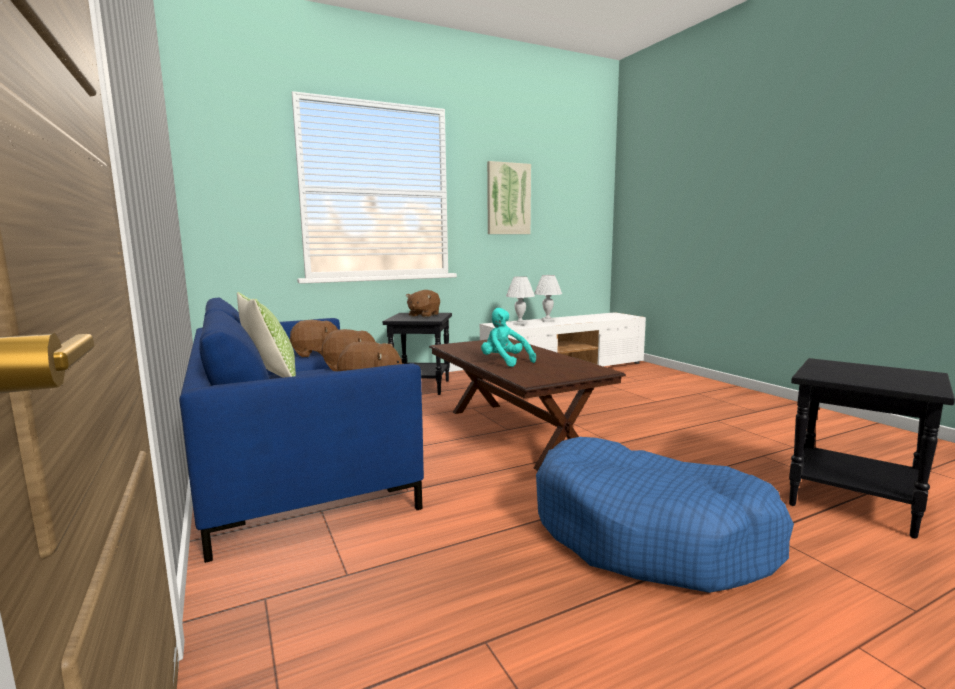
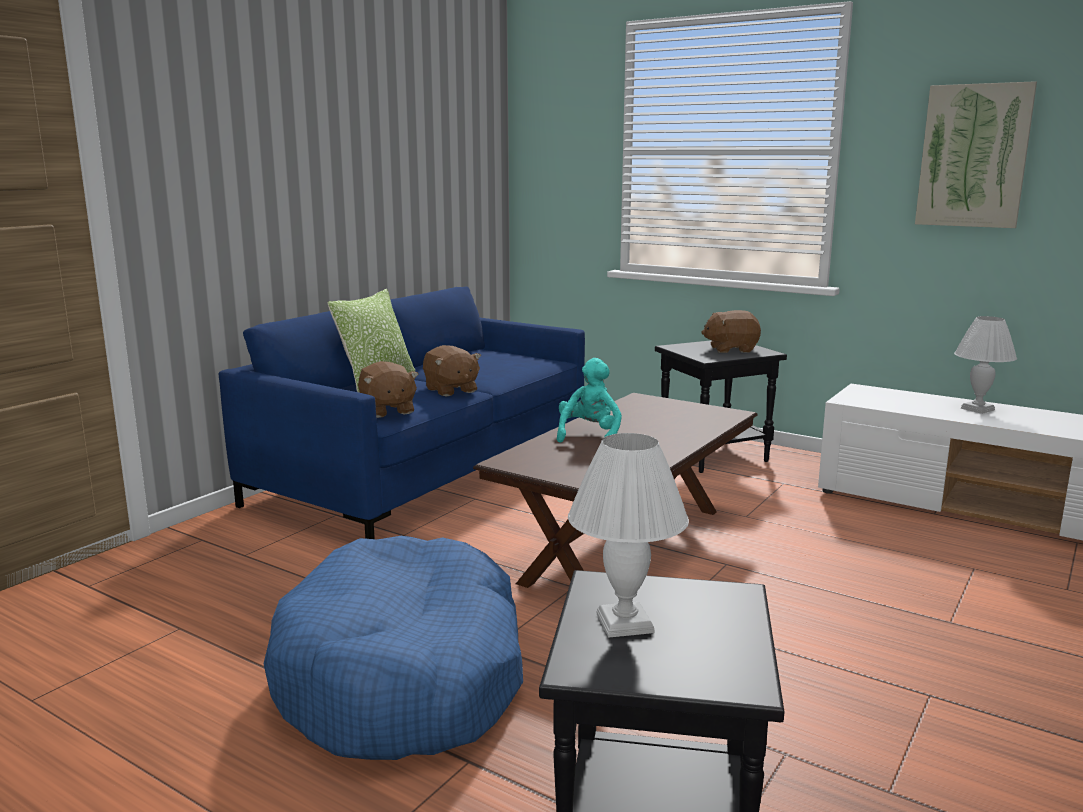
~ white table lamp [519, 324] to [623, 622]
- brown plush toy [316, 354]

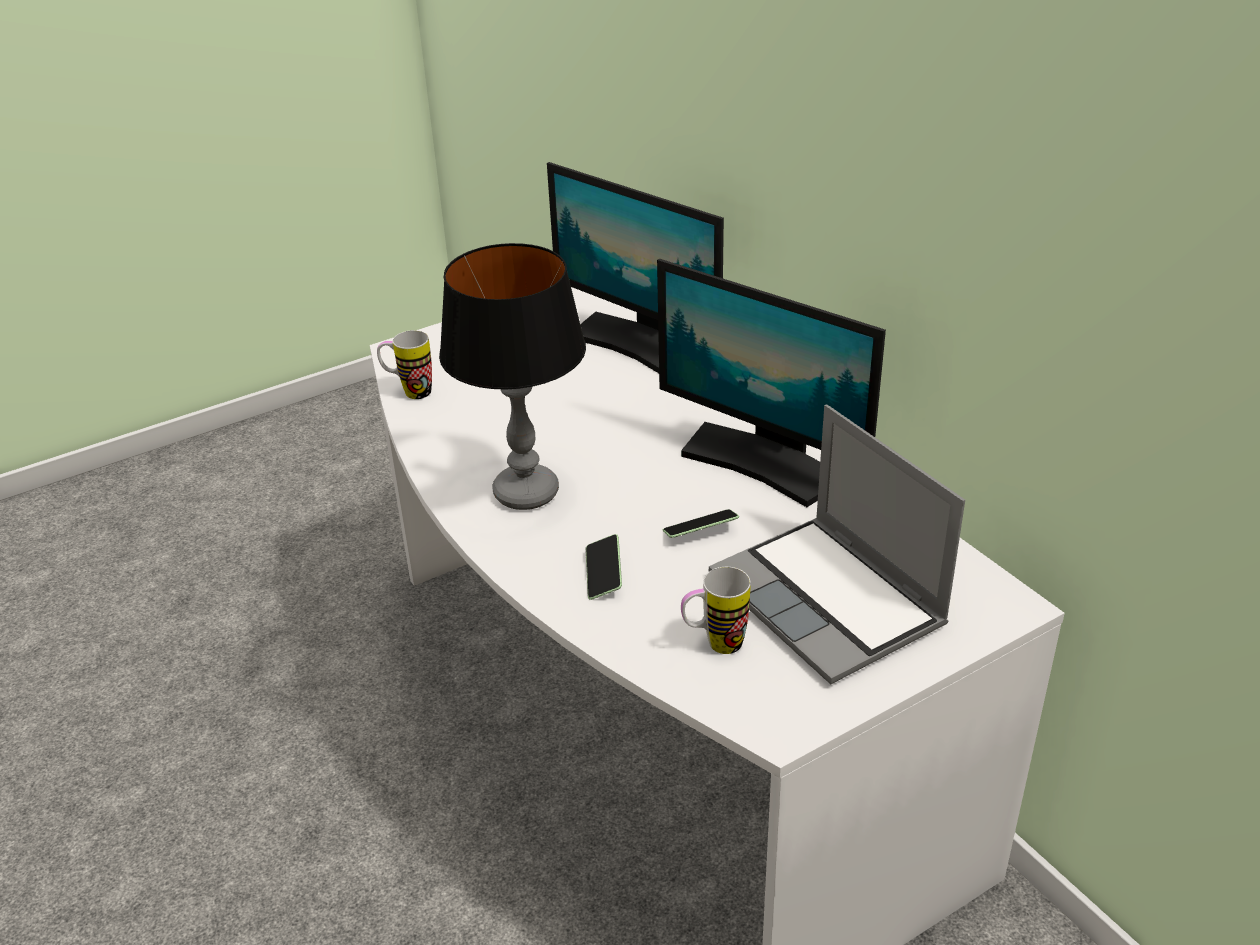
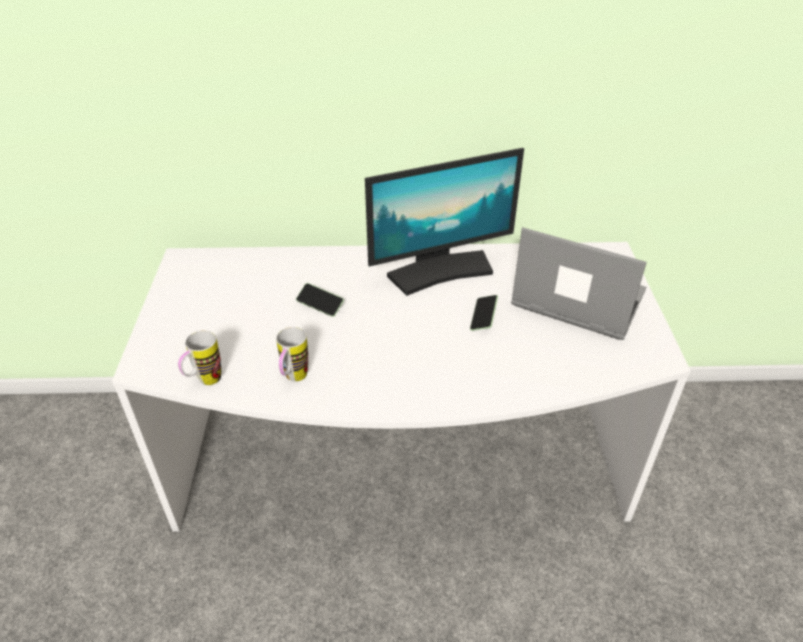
- monitor [639, 345]
- table lamp [526, 492]
~ laptop [830, 602] = [575, 300] 150 degrees counterclockwise
~ phone [603, 575] to [320, 305]
~ mug [714, 645] to [293, 379]

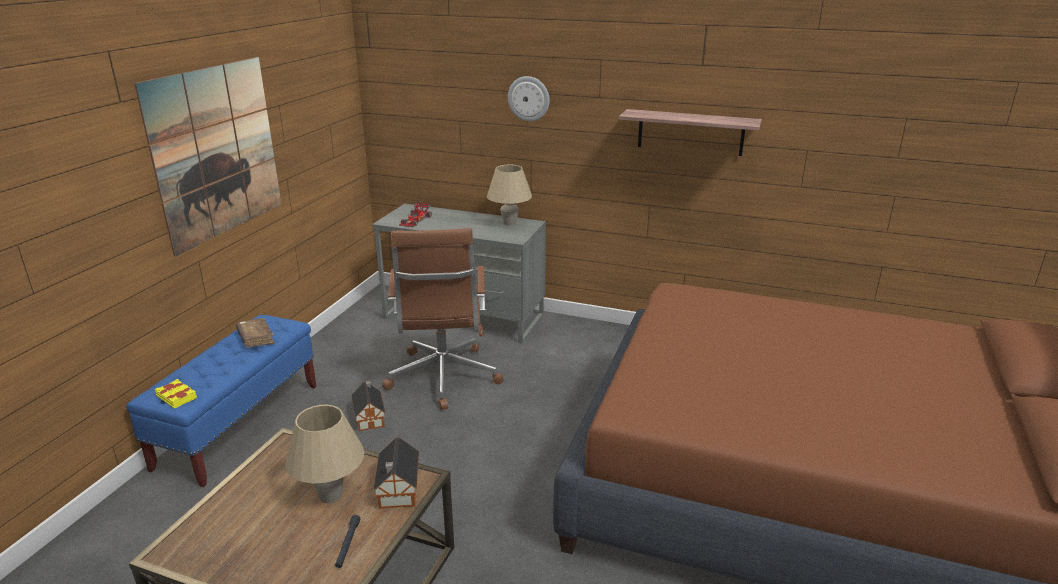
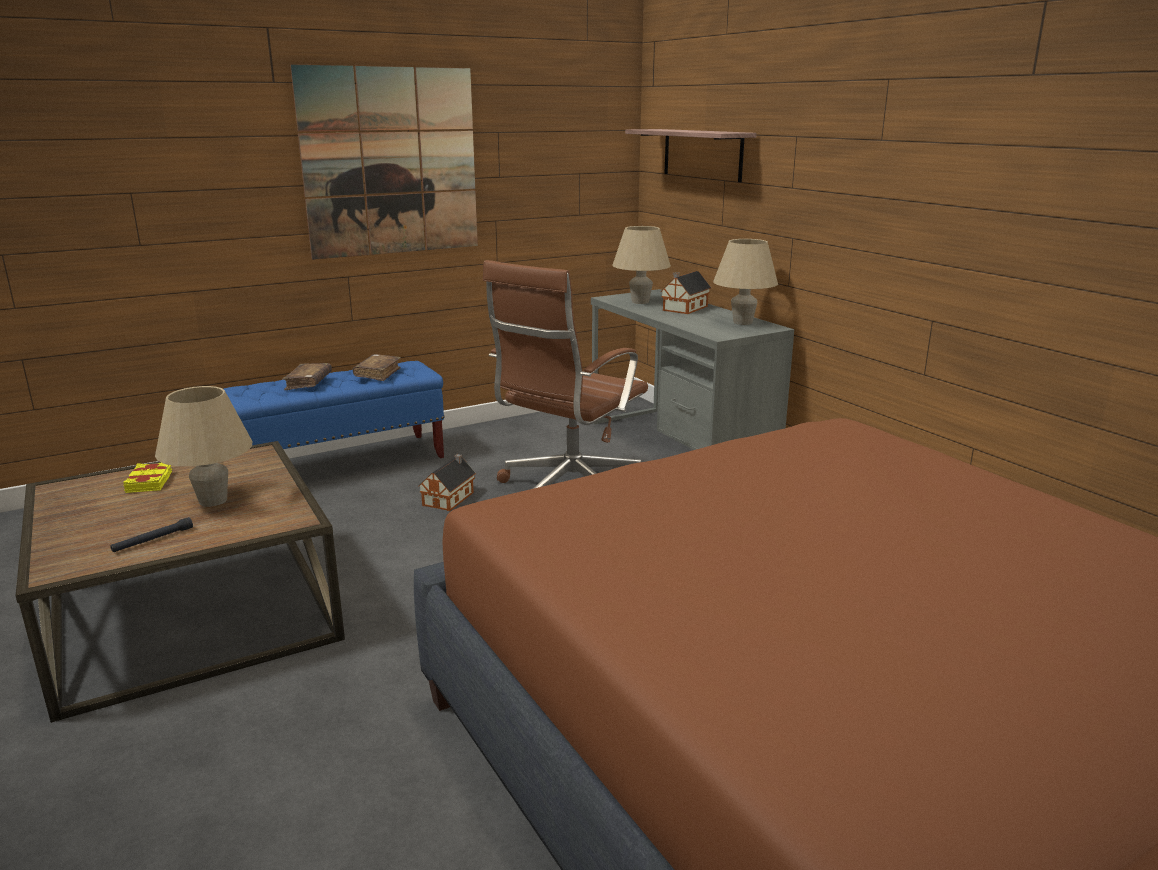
- wall clock [529, 98]
~ shelf [690, 132] to [702, 154]
~ toy car [415, 220] to beige table lamp [640, 302]
~ yellow book [177, 397] to [150, 482]
~ toy house [398, 490] to [683, 308]
+ brown book [308, 383]

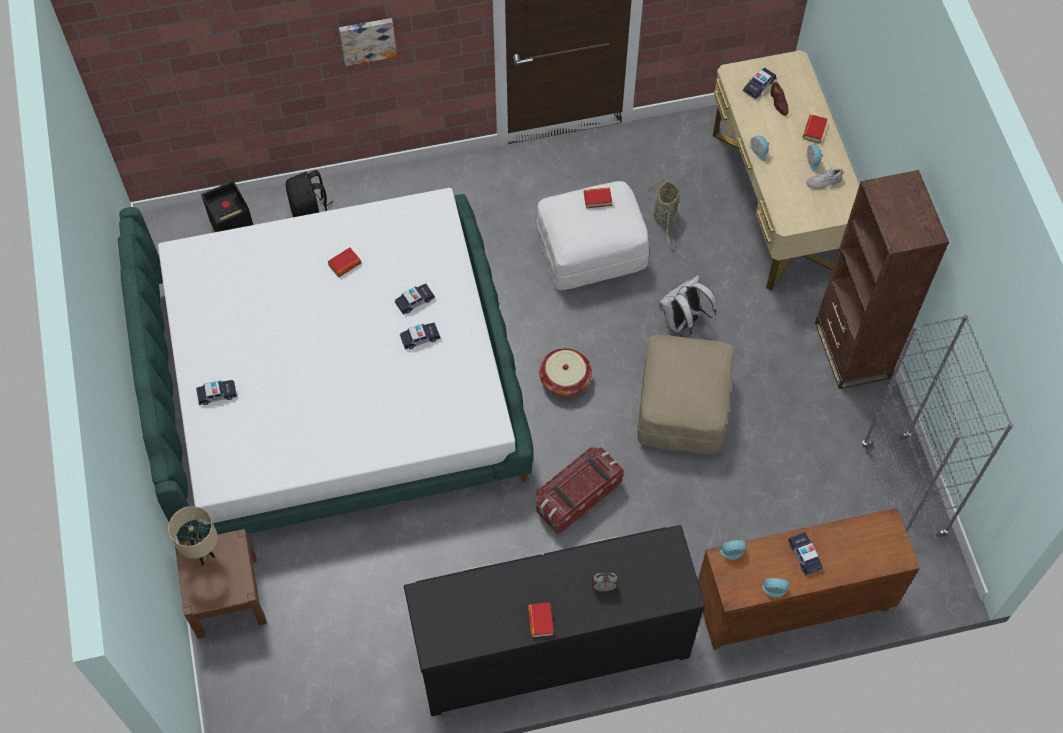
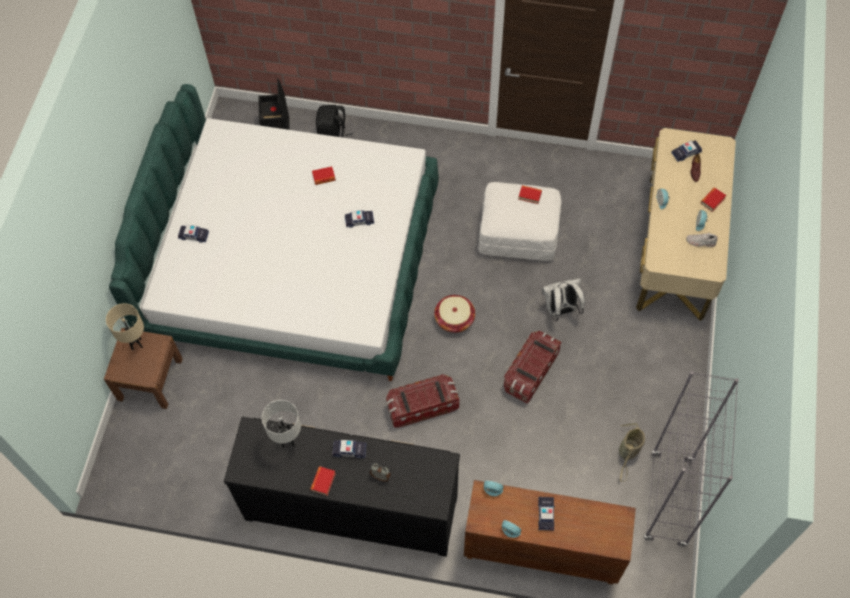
- picture [367, 39]
- brown bookcase [852, 350]
~ basket [664, 217] to [628, 452]
~ toy car [420, 338] to [349, 450]
~ beige ottoman [683, 408] to storage box [530, 372]
+ white table lamp [287, 441]

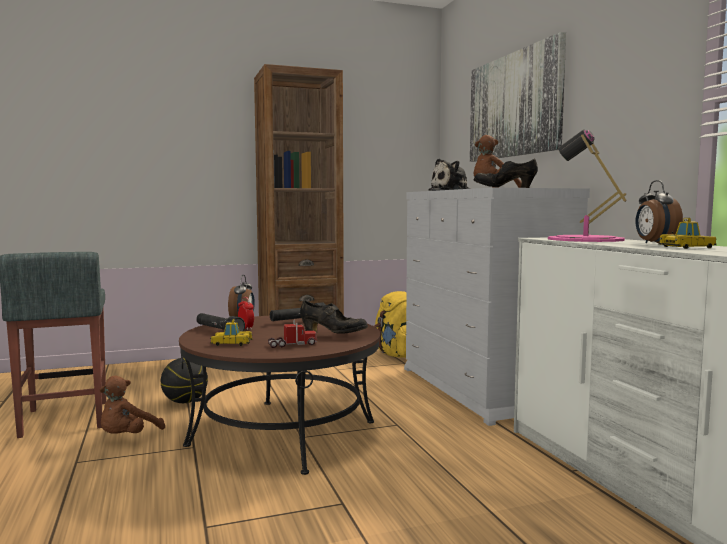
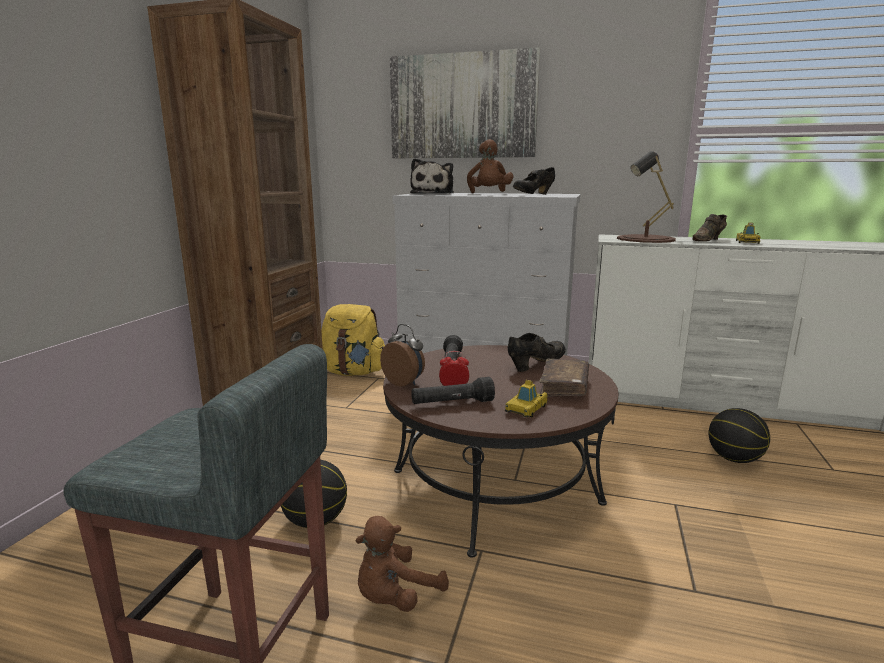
~ pink table lamp [585, 239] to brown table lamp [645, 239]
~ alarm clock [654, 244] to brown shoe [709, 240]
~ toy truck [292, 345] to brown book [564, 387]
~ brown plush toy [127, 437] = [395, 597] 75 degrees clockwise
+ basketball [734, 459]

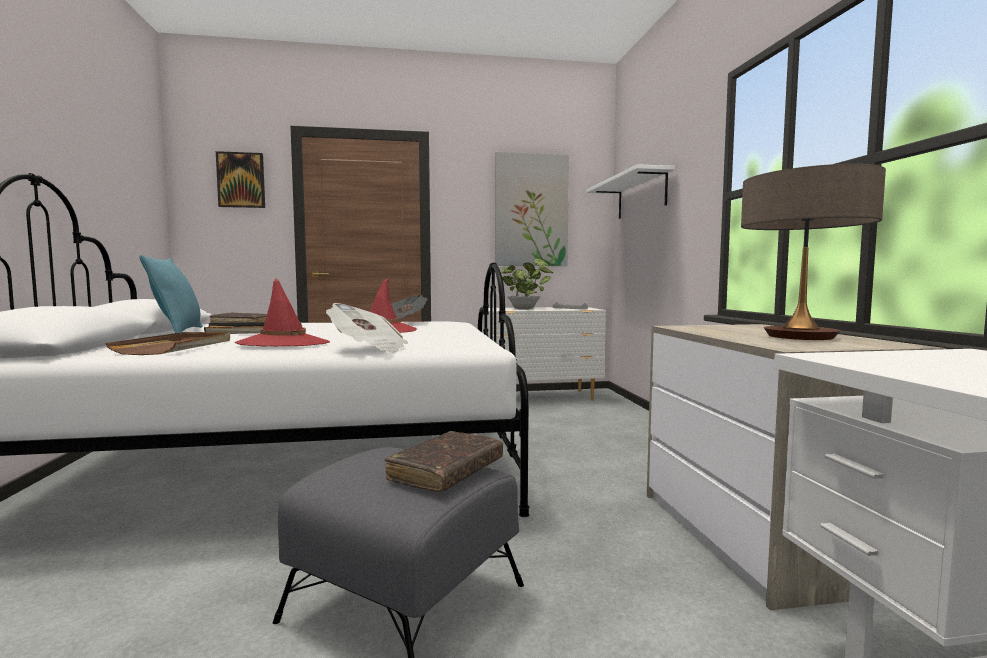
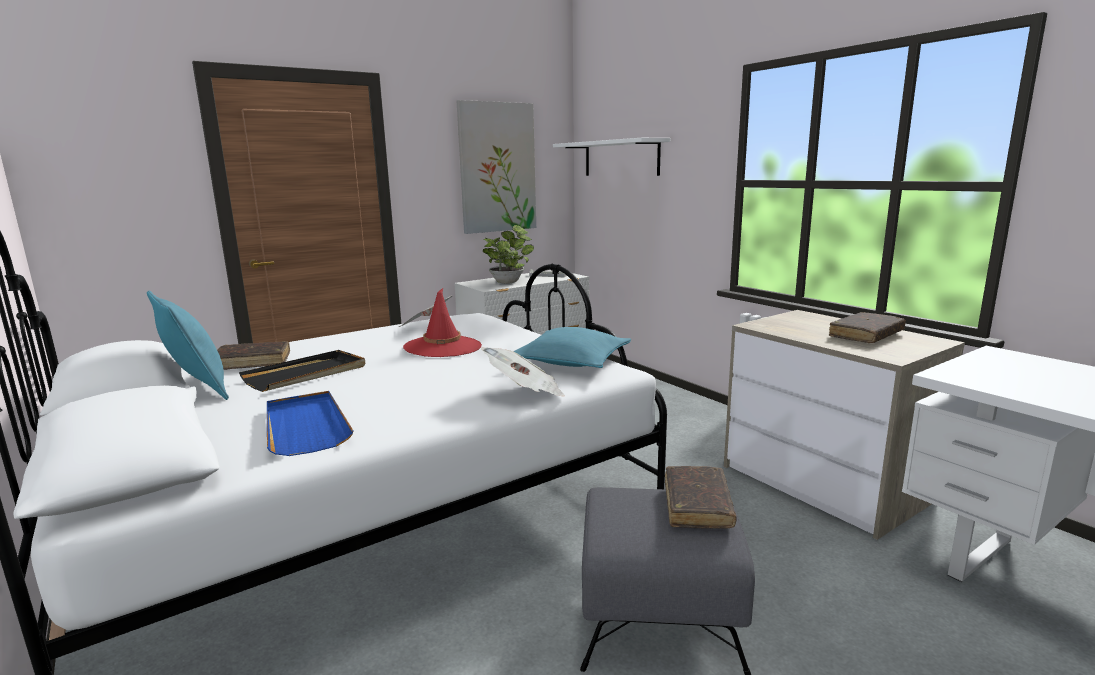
- picture [241, 180]
~ table lamp [800, 337] to brown book [866, 335]
- red hat [284, 344]
~ brown tray [177, 347] to blue tray [305, 426]
+ turquoise pillow [571, 362]

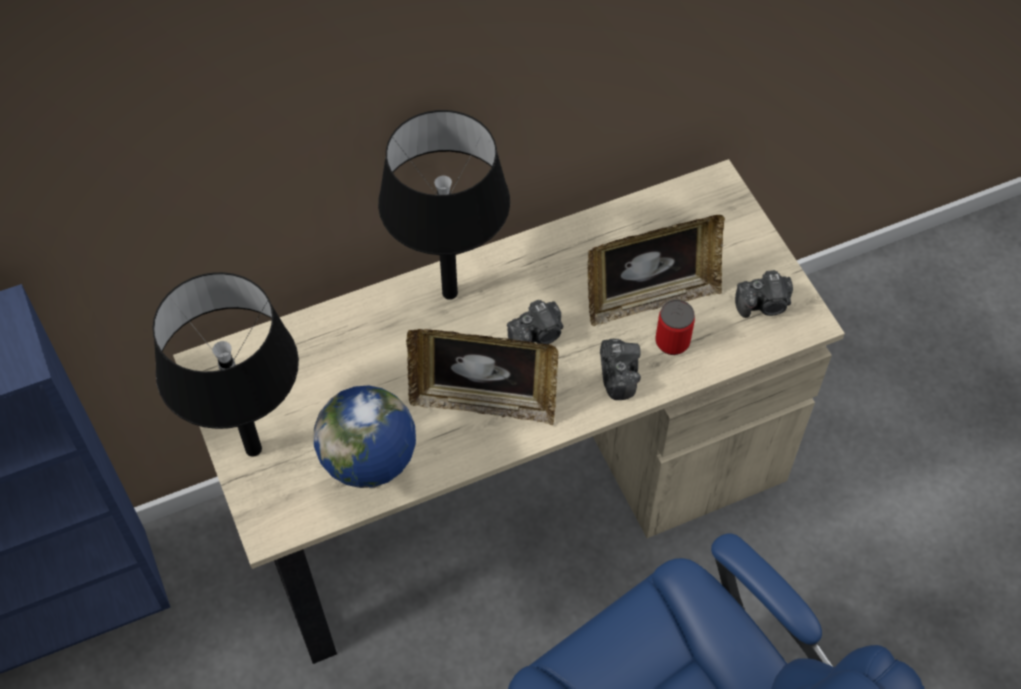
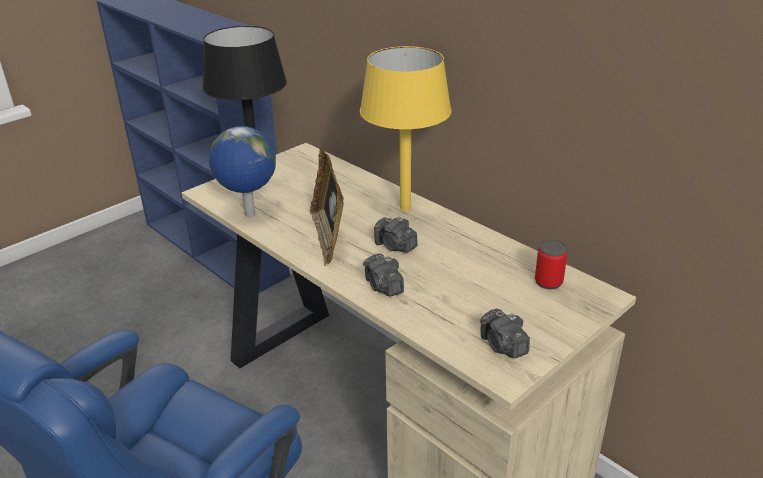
~ black table lamp [450, 293] to yellow table lamp [405, 208]
- picture frame [650, 298]
~ can [672, 342] to [548, 282]
~ photo camera [618, 375] = [383, 286] 90 degrees clockwise

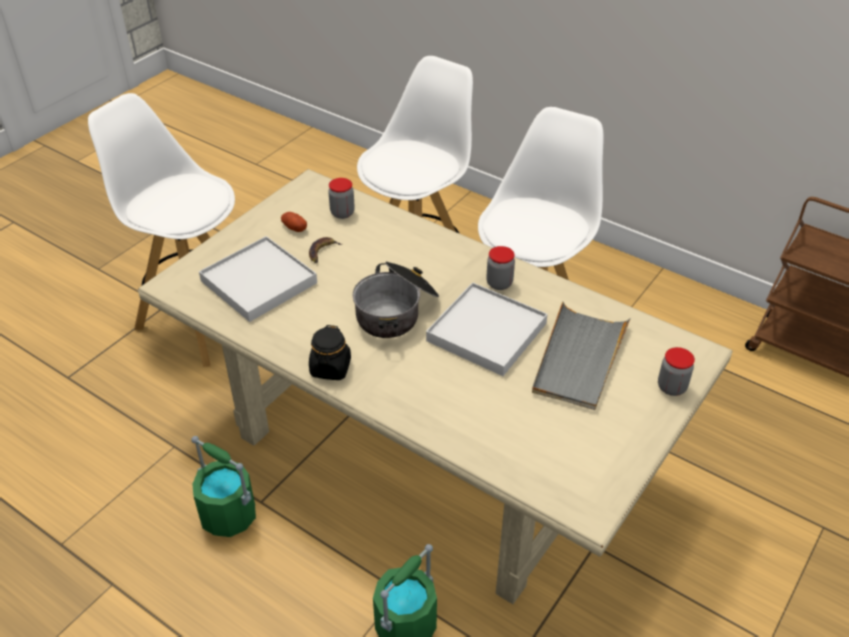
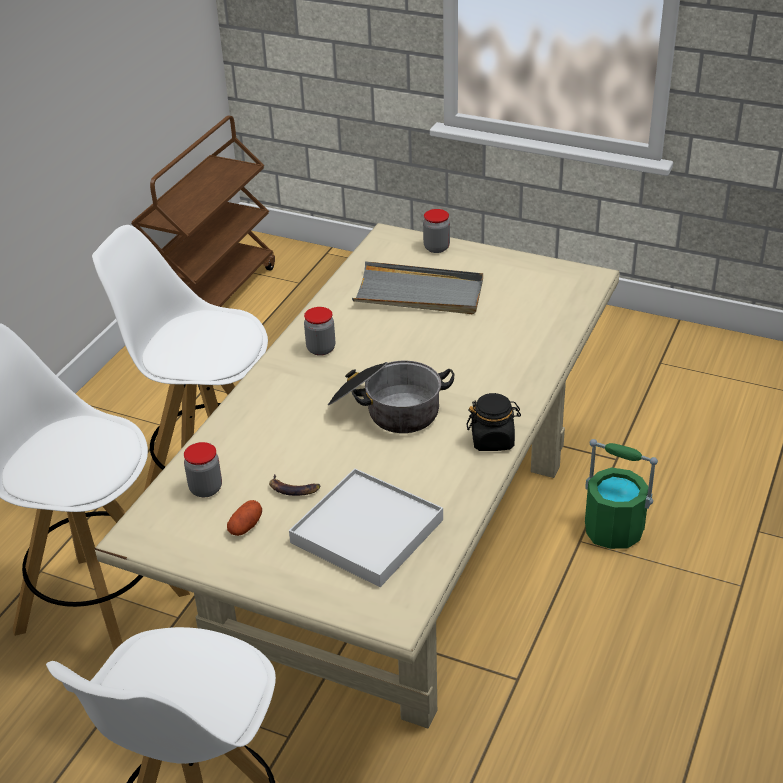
- white tray [486, 332]
- green bucket [229, 515]

